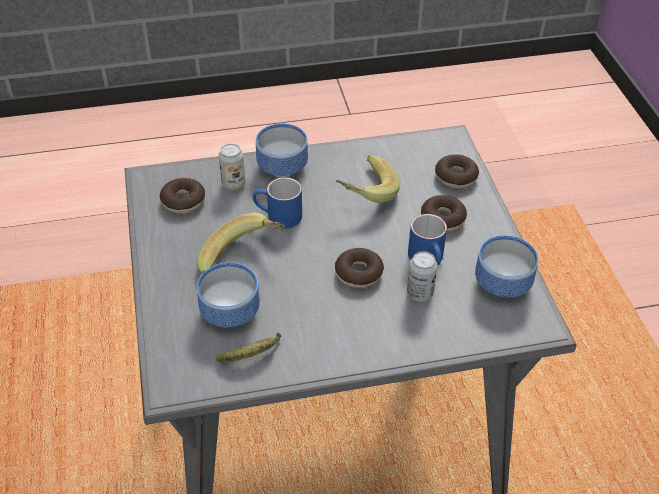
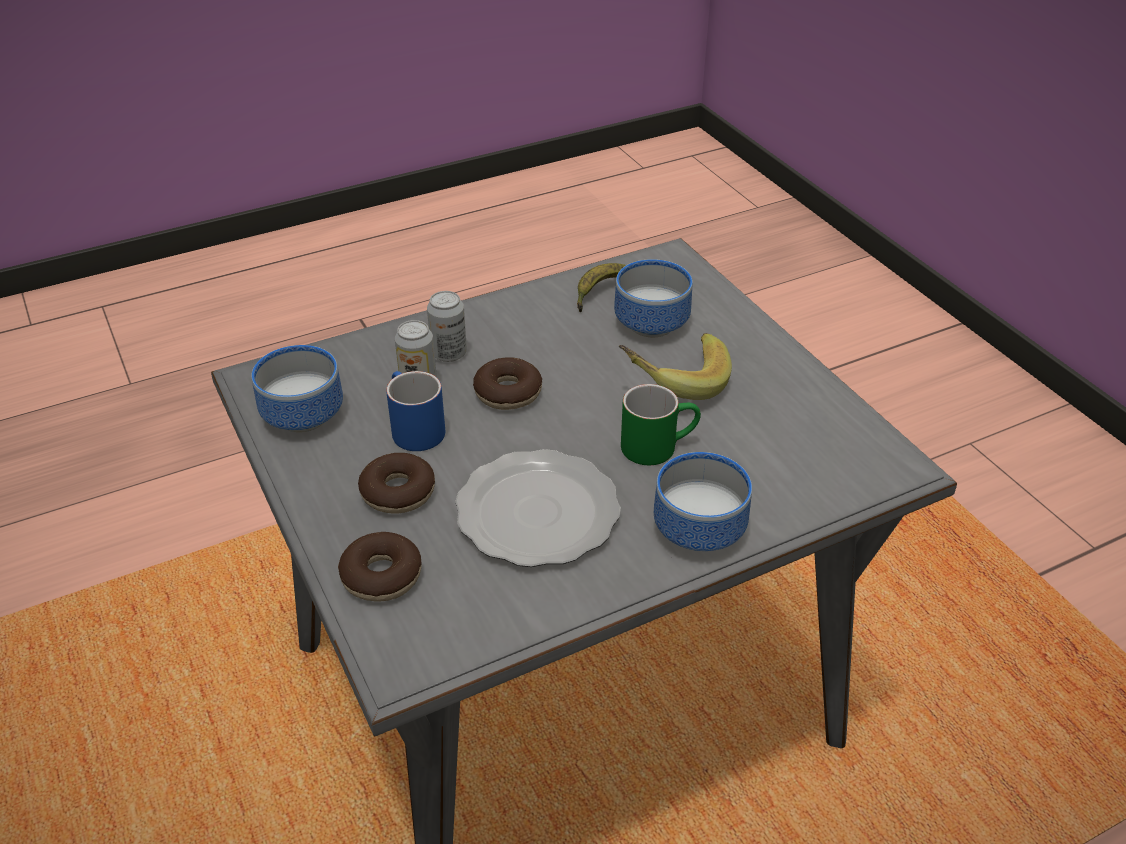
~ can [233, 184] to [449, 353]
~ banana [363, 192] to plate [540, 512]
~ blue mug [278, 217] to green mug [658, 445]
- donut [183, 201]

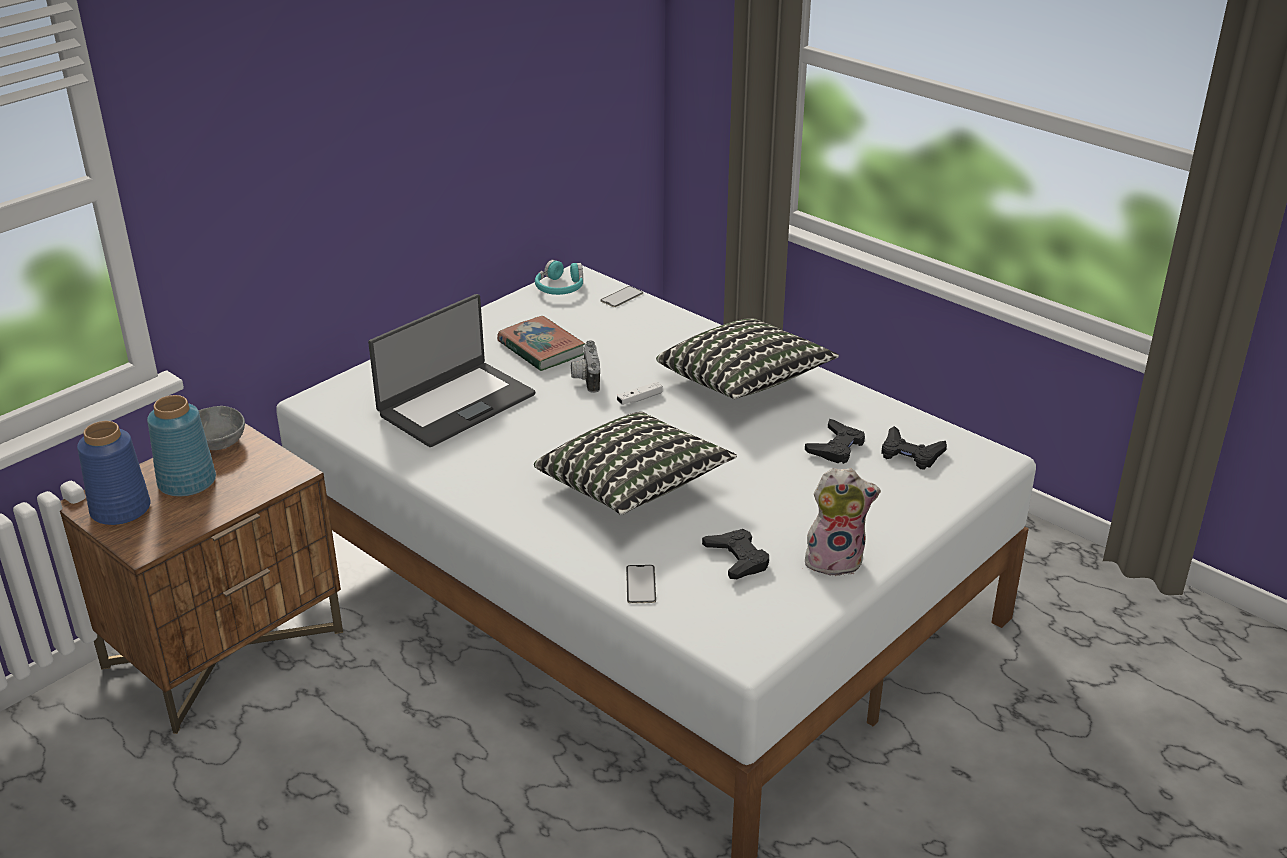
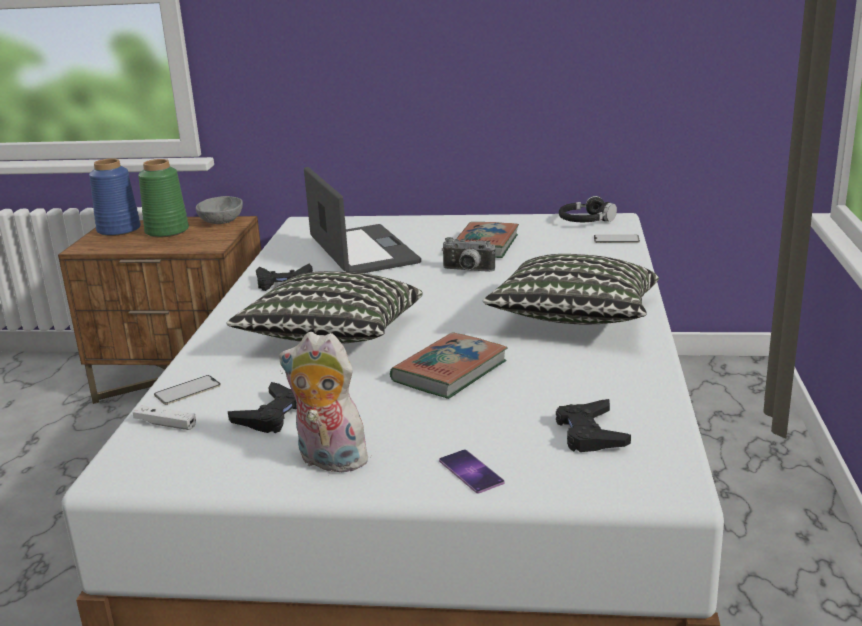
~ turquoise headphones [560, 287] to black headphones [586, 220]
~ laptop [455, 404] = [361, 251] 120 degrees counterclockwise
~ photo camera [585, 379] = [467, 271] 120 degrees counterclockwise
~ white game controller [639, 399] to [165, 424]
~ blue vase [187, 481] to green vase [168, 231]
~ black game controller [836, 447] to [283, 282]
~ plush toy [835, 560] = [328, 461] 150 degrees clockwise
+ book [450, 371]
+ phone [471, 471]

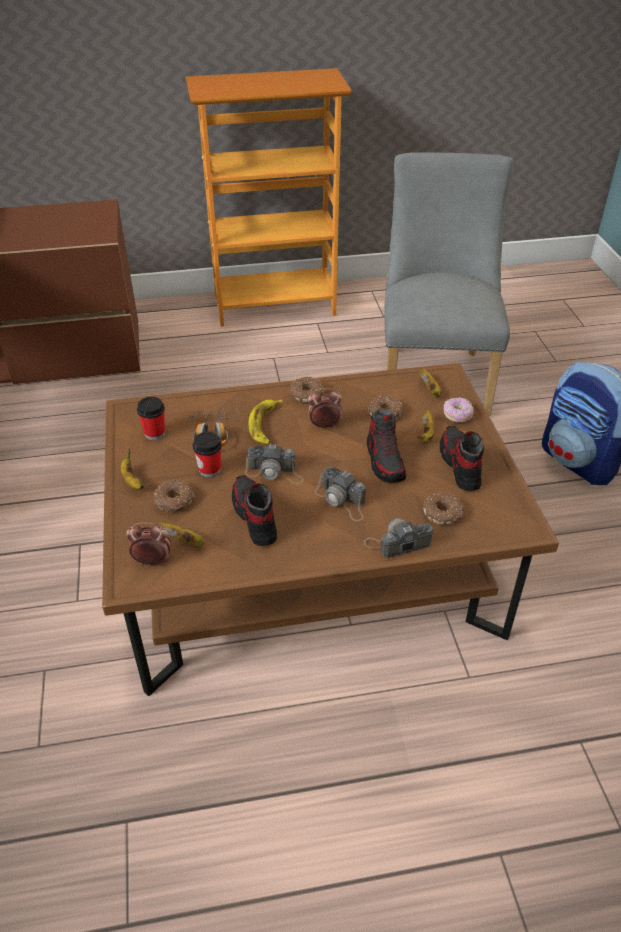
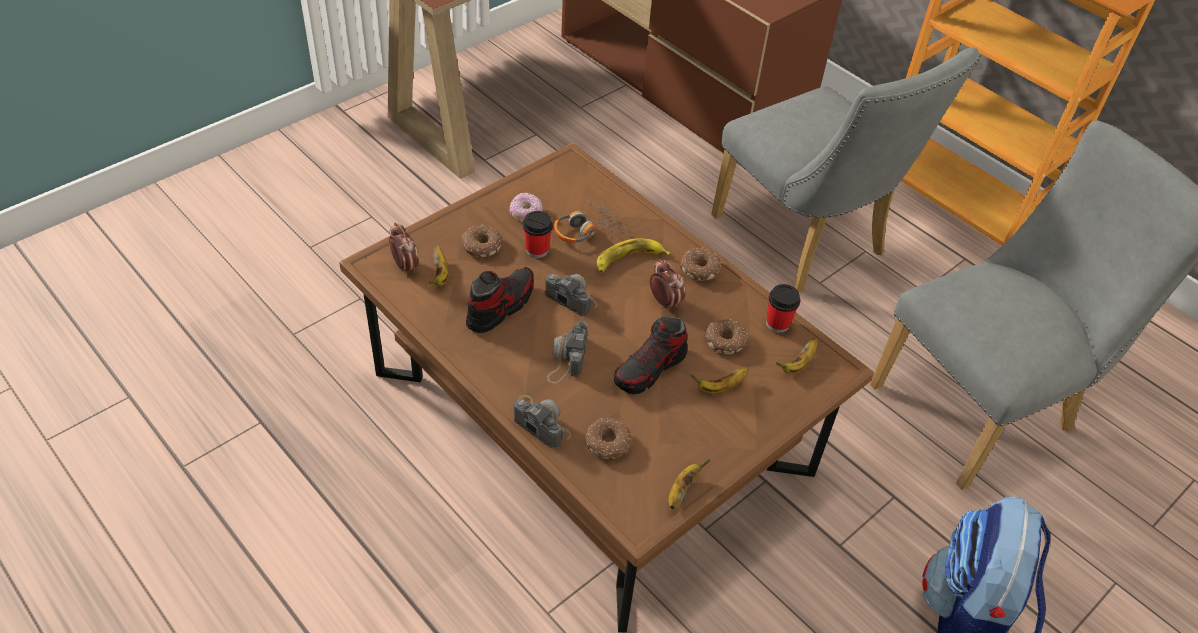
~ cup [155, 433] to [777, 324]
~ donut [457, 415] to [525, 213]
- shoe [459, 465]
~ photo camera [275, 472] = [568, 295] 150 degrees clockwise
~ banana [132, 481] to [682, 490]
+ grey chair [806, 242]

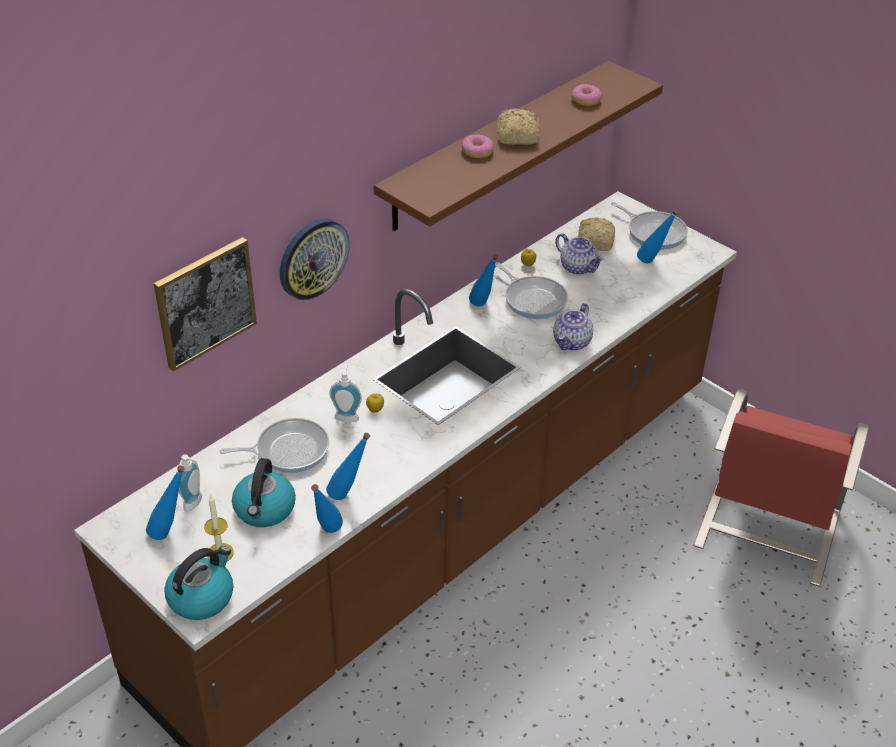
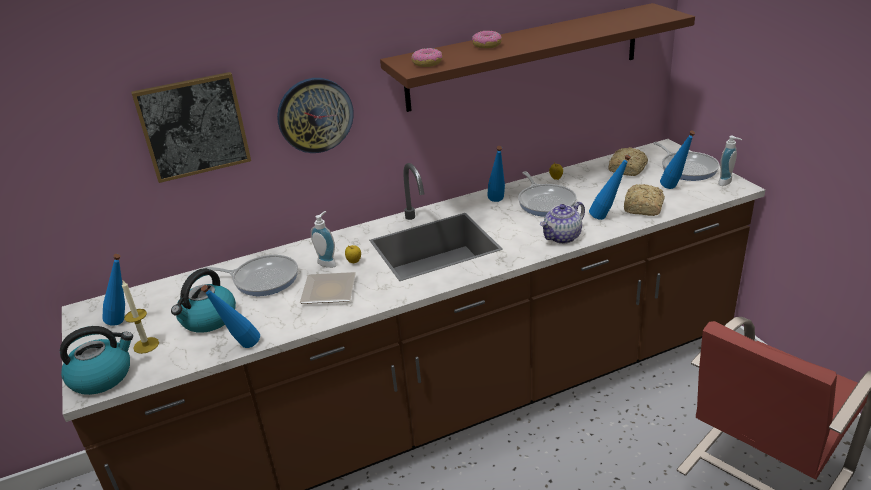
~ donut [586, 100] to [427, 63]
~ bread [517, 137] to [642, 208]
- teapot [578, 267]
~ blue bottle [349, 495] to [607, 218]
~ soap dispenser [195, 503] to [727, 183]
+ plate [330, 292]

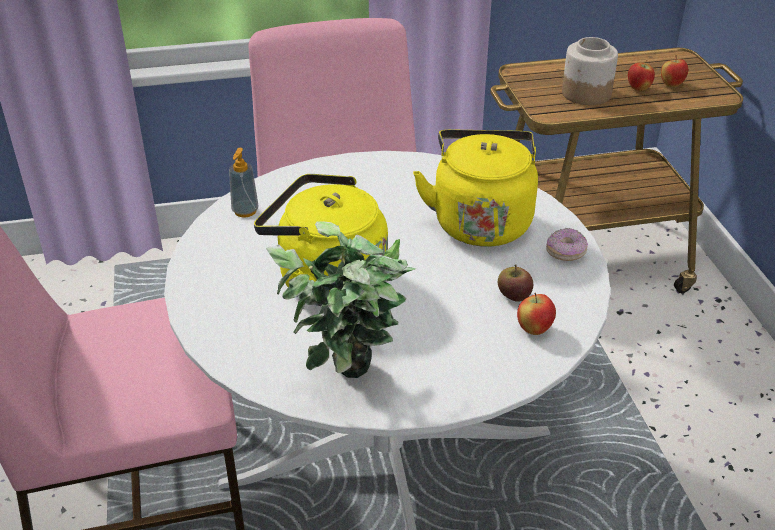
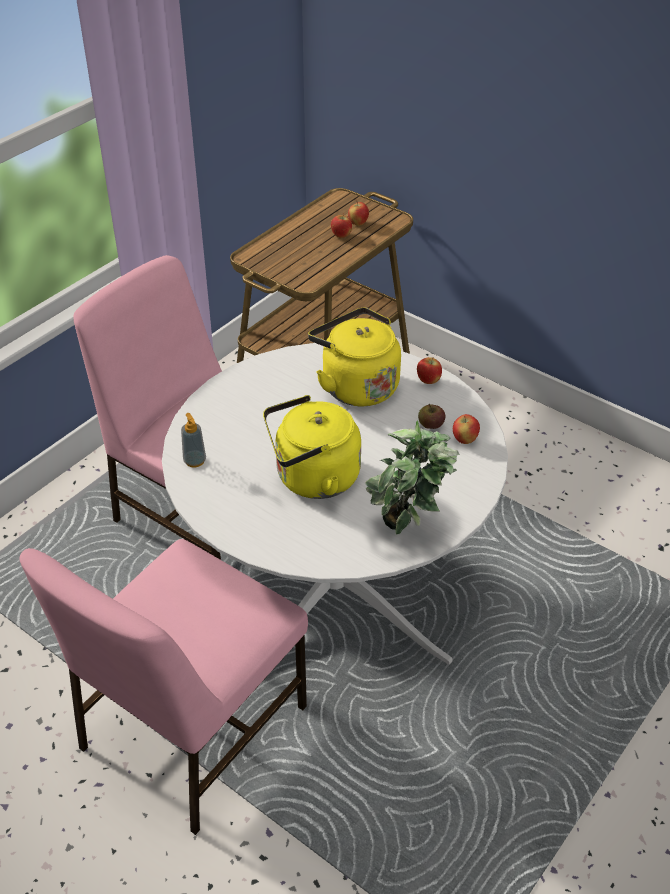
- jar [585, 93]
~ donut [565, 253] to apple [428, 381]

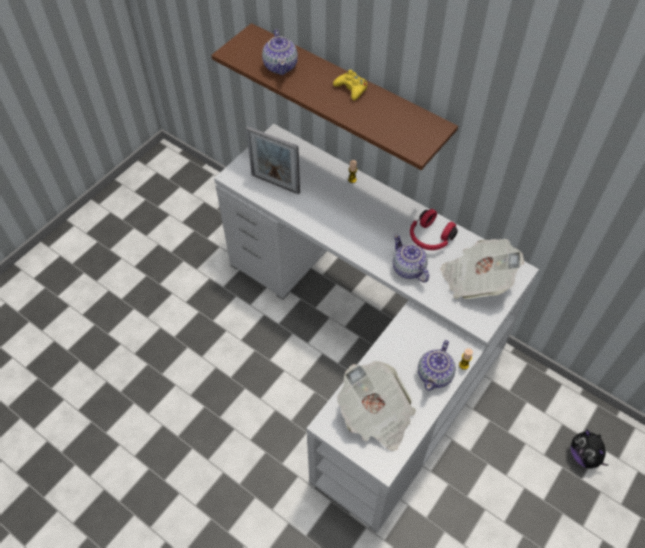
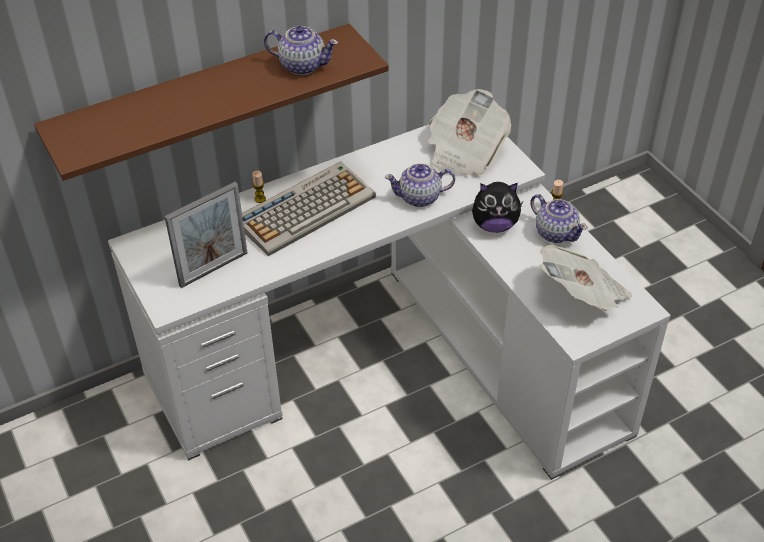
~ teapot [281, 66] to [302, 65]
- yellow game controller [351, 89]
- red headphones [430, 238]
~ plush toy [584, 455] to [494, 225]
+ keyboard [306, 209]

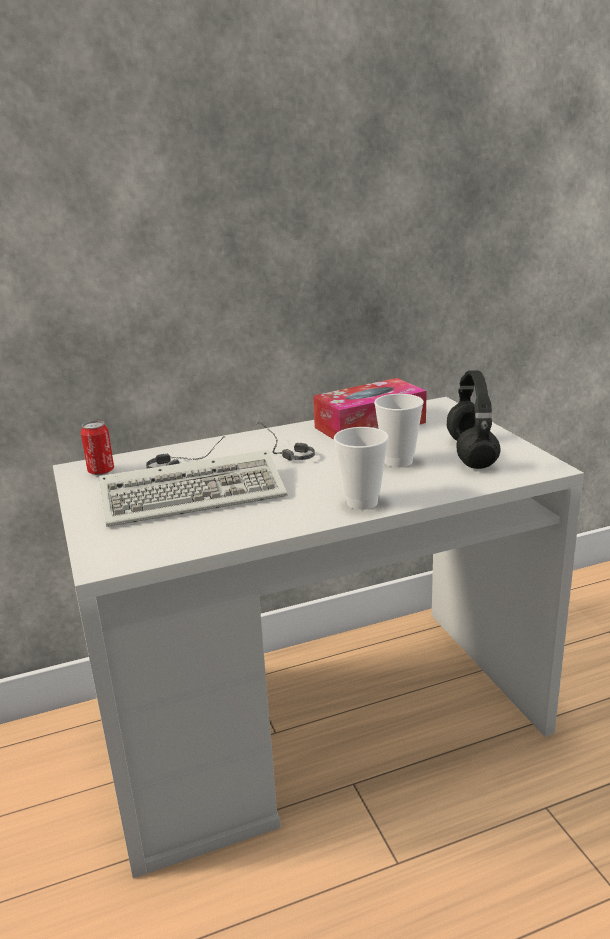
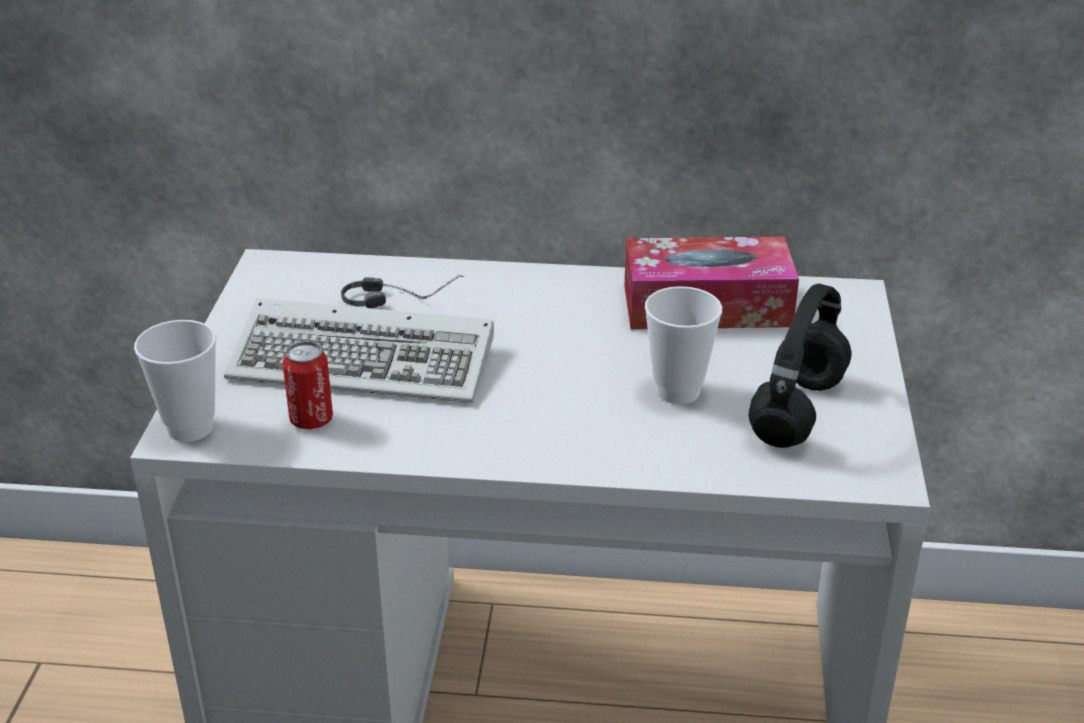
~ can [101, 471] to [311, 420]
- headphones [280, 452]
~ cup [362, 502] to [190, 428]

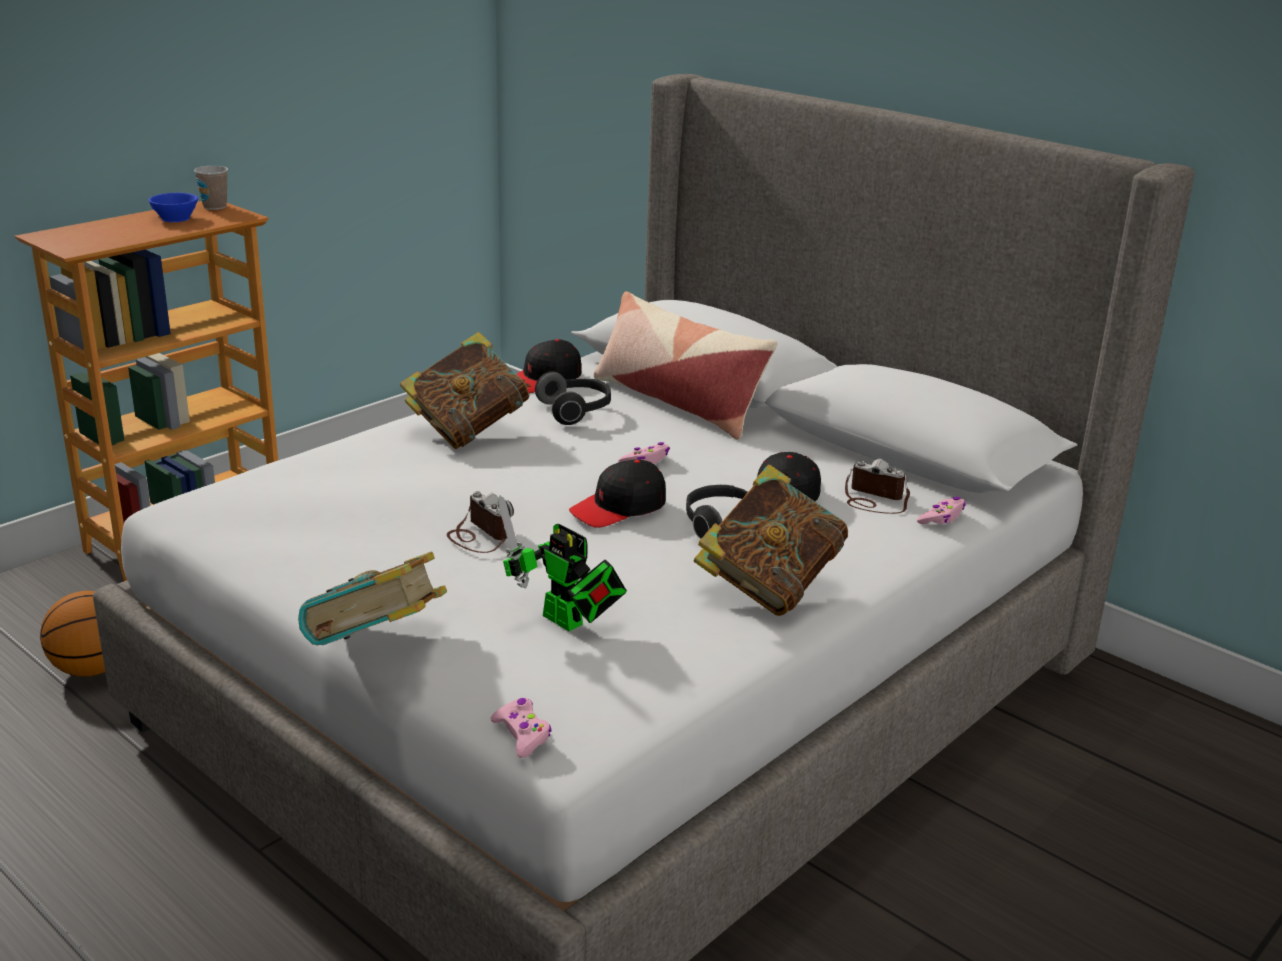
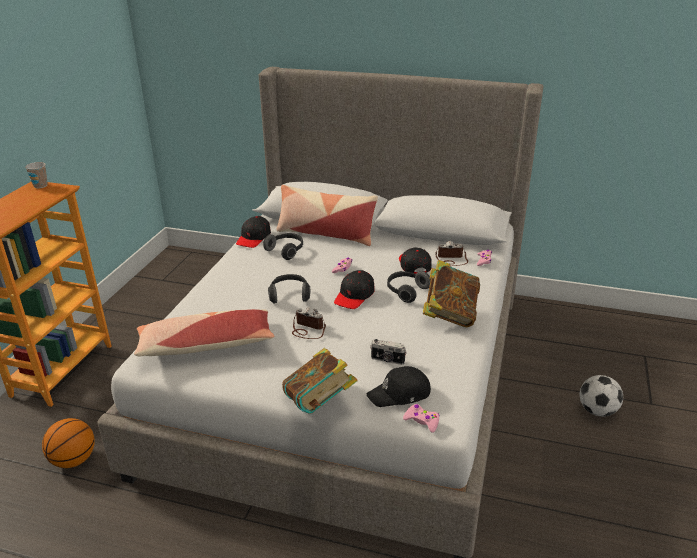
- blue cup [173, 218]
- book [468, 431]
~ toy robot [567, 623] to photo camera [387, 360]
+ headphones [289, 295]
+ pillow [206, 345]
+ black cap [400, 394]
+ football [597, 411]

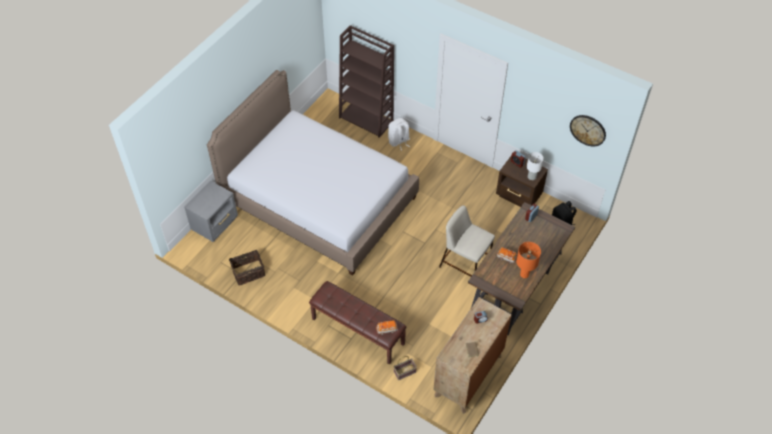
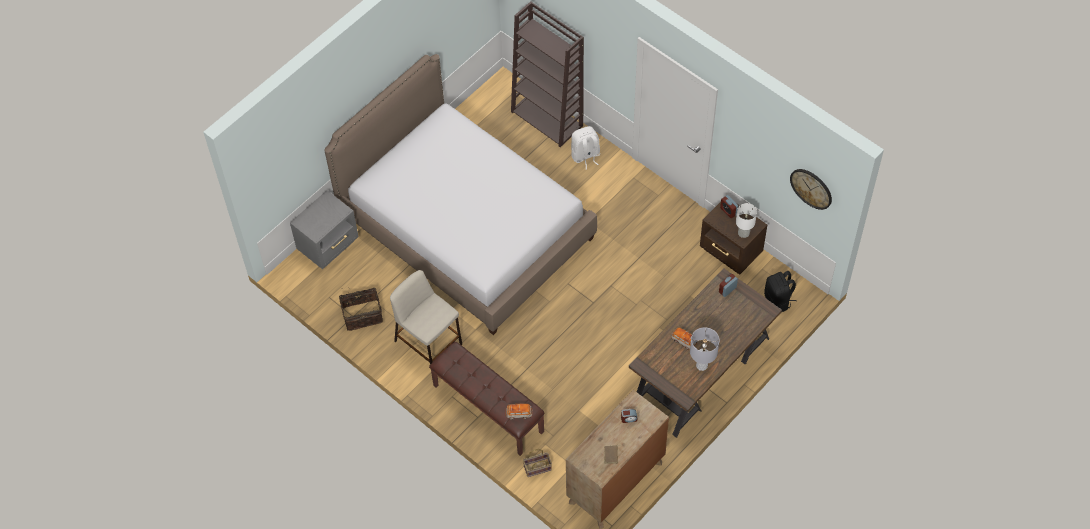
~ beige stool [465, 265] to [429, 343]
~ orange table lamp [524, 274] to grey table lamp [702, 365]

